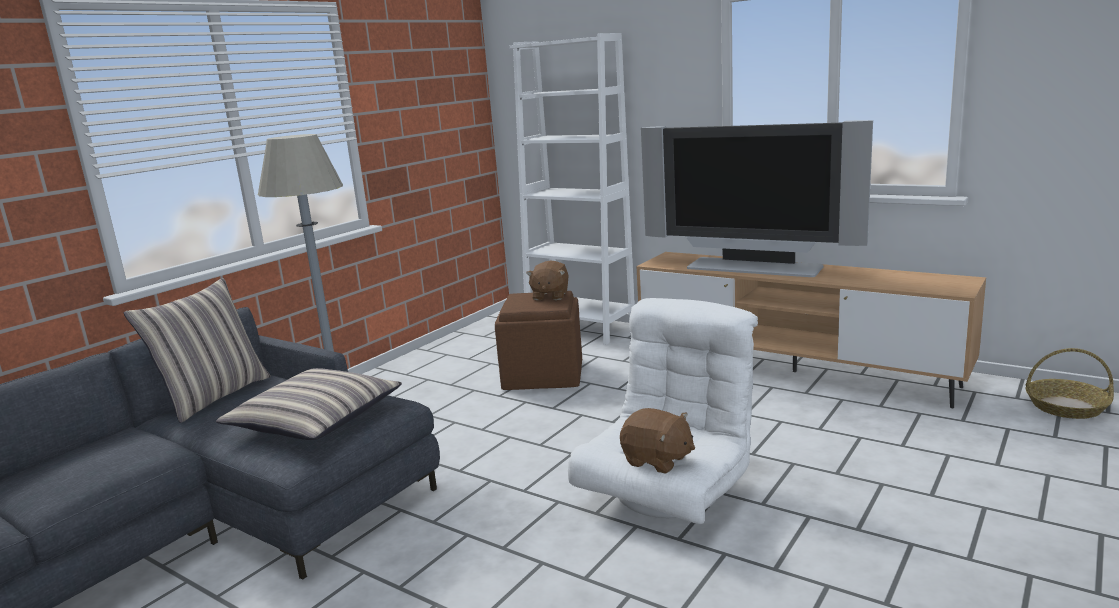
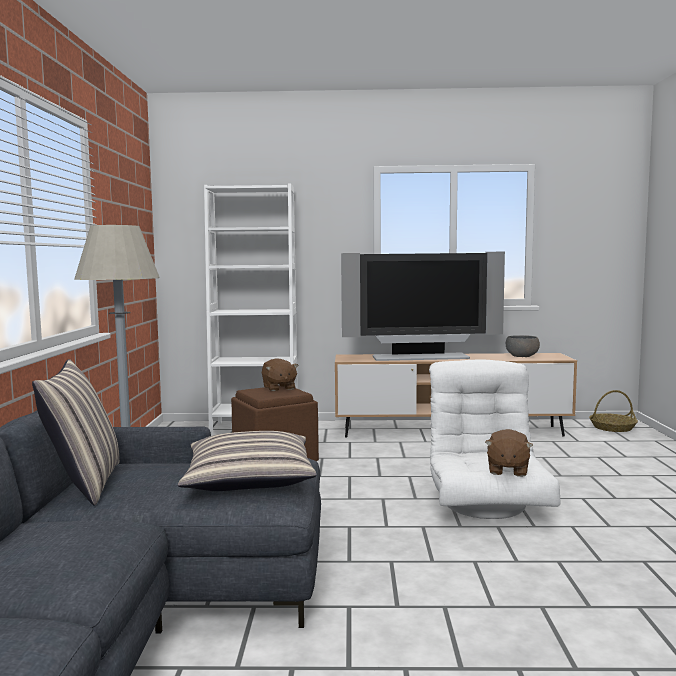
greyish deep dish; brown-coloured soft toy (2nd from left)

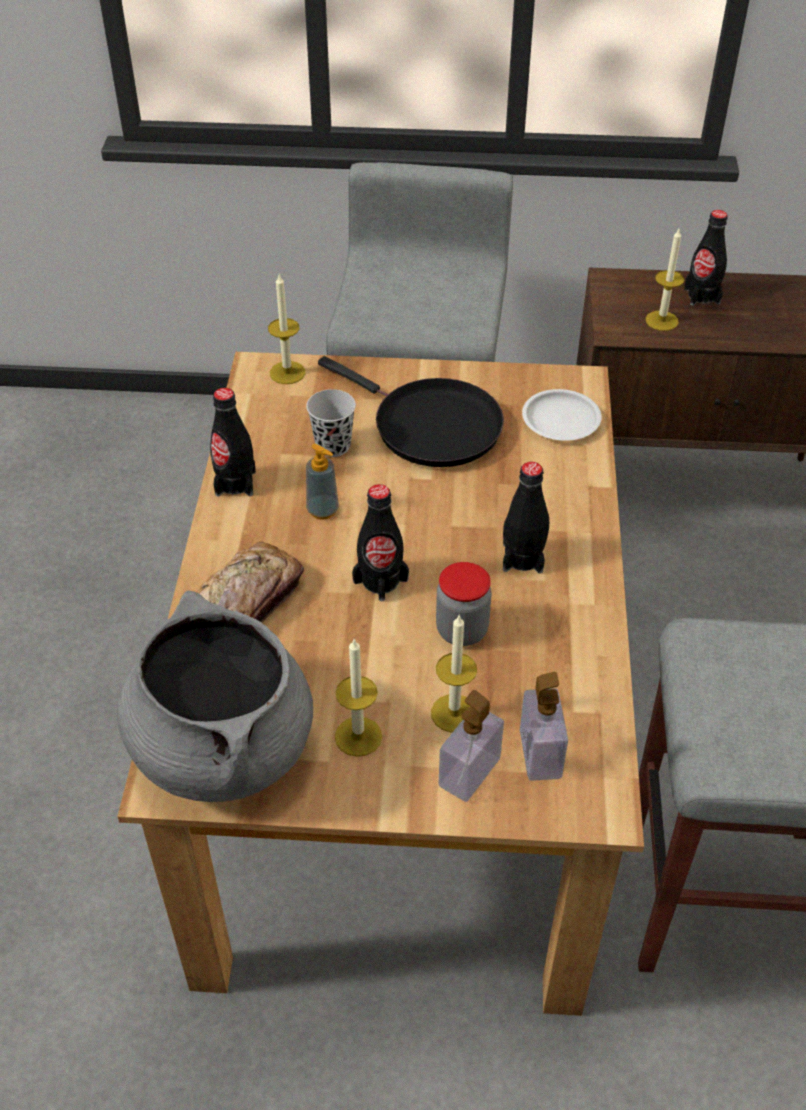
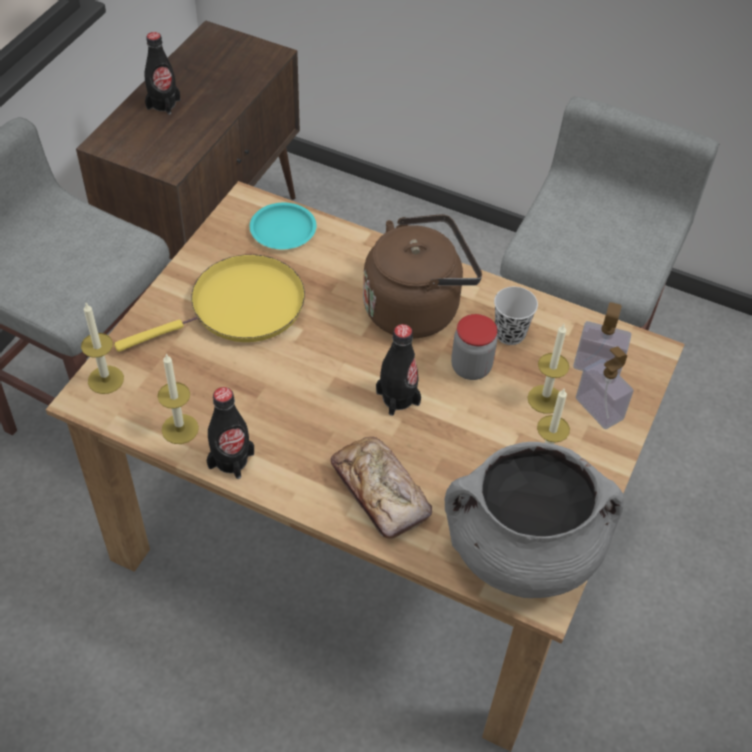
liquid soap bottle (1st from left in the first image); black-coloured cup; wax light (2nd from left); brown-coloured water kettle; yellow-coloured frying pan; blue-green plate

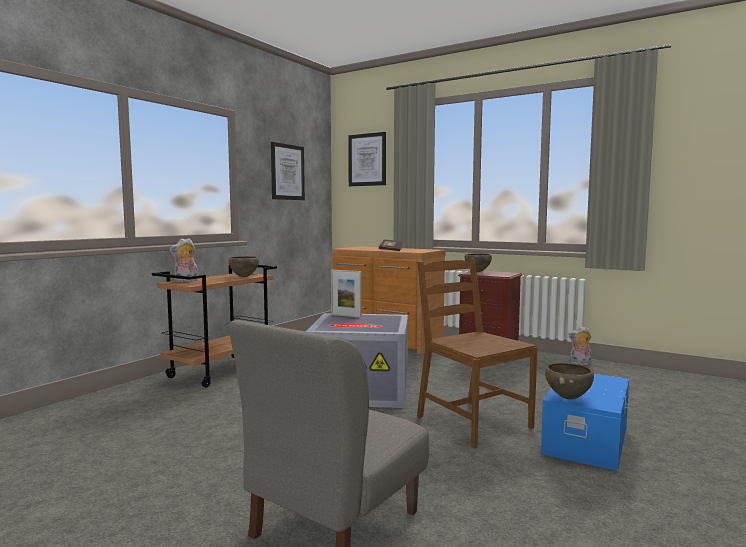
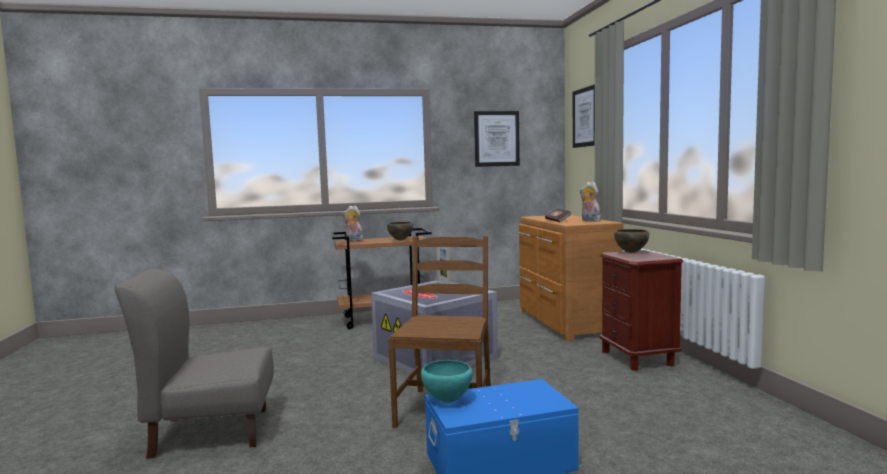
soft toy (2nd from left); blue-green deep dish

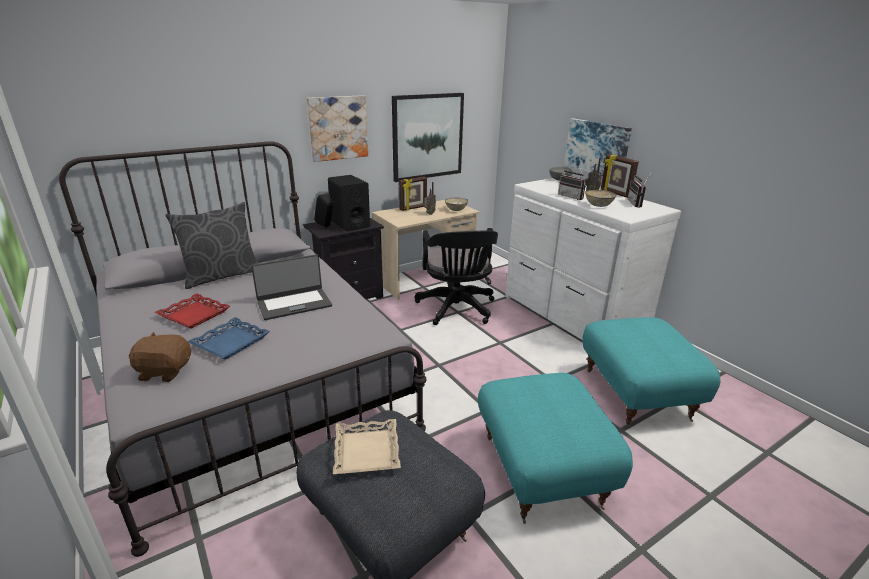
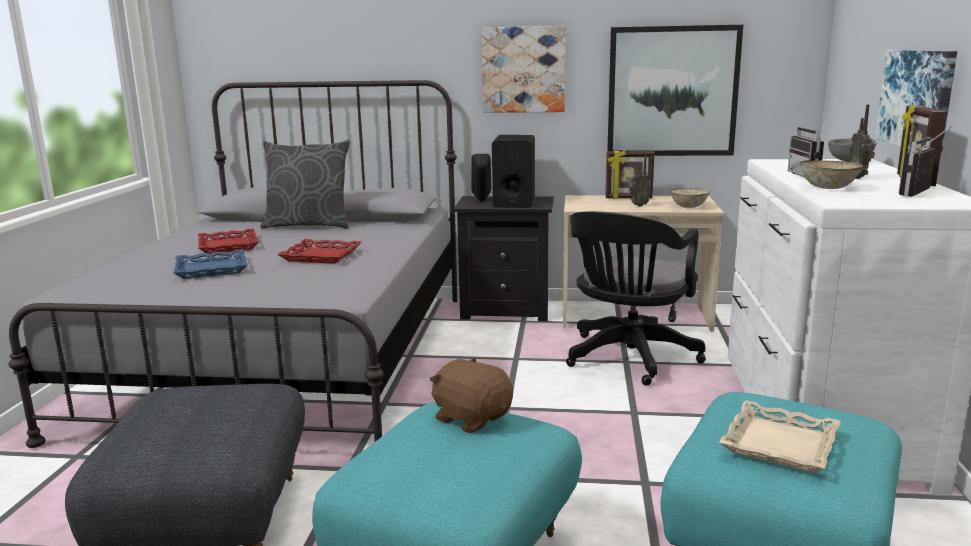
brown-coloured soft toy; sand-coloured tray; red tray (2nd from left)

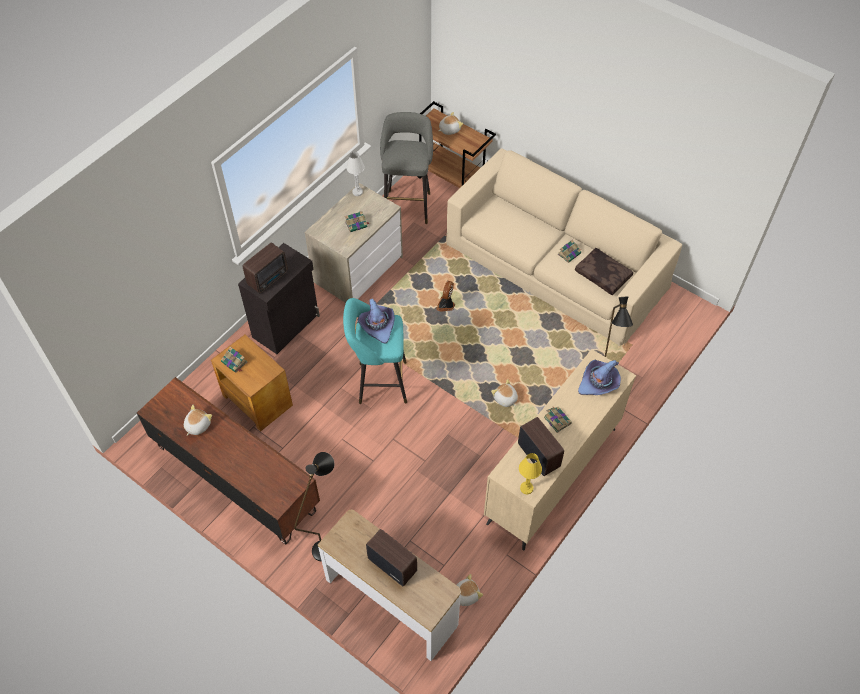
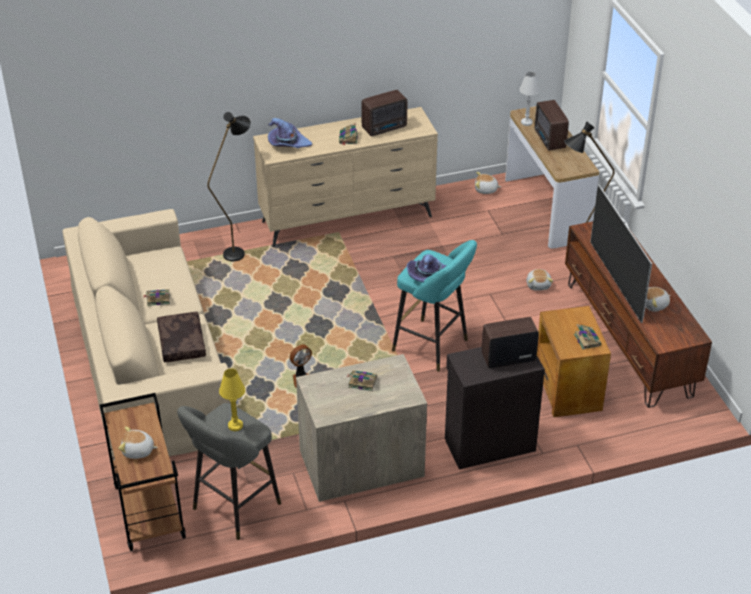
TV; whitish tabletop lamp; soft toy (3rd from left); yellow-coloured tabletop lamp; brown-coloured cushion; radio receiver (1st from left)

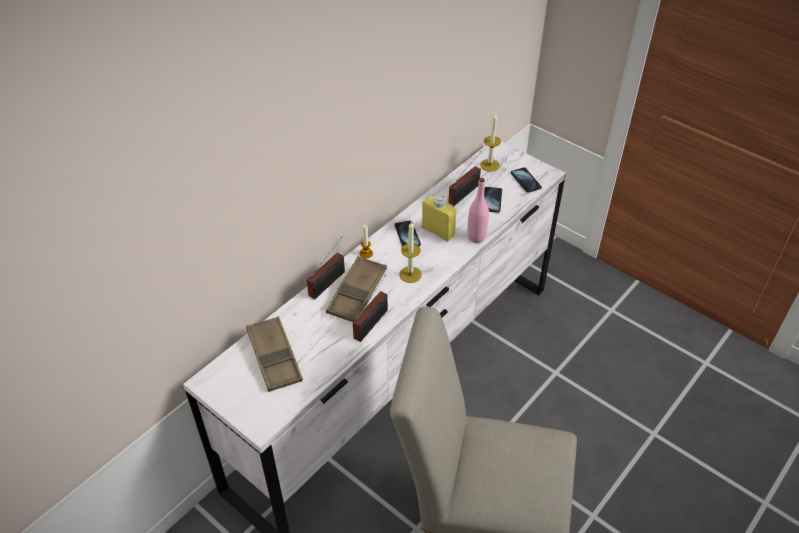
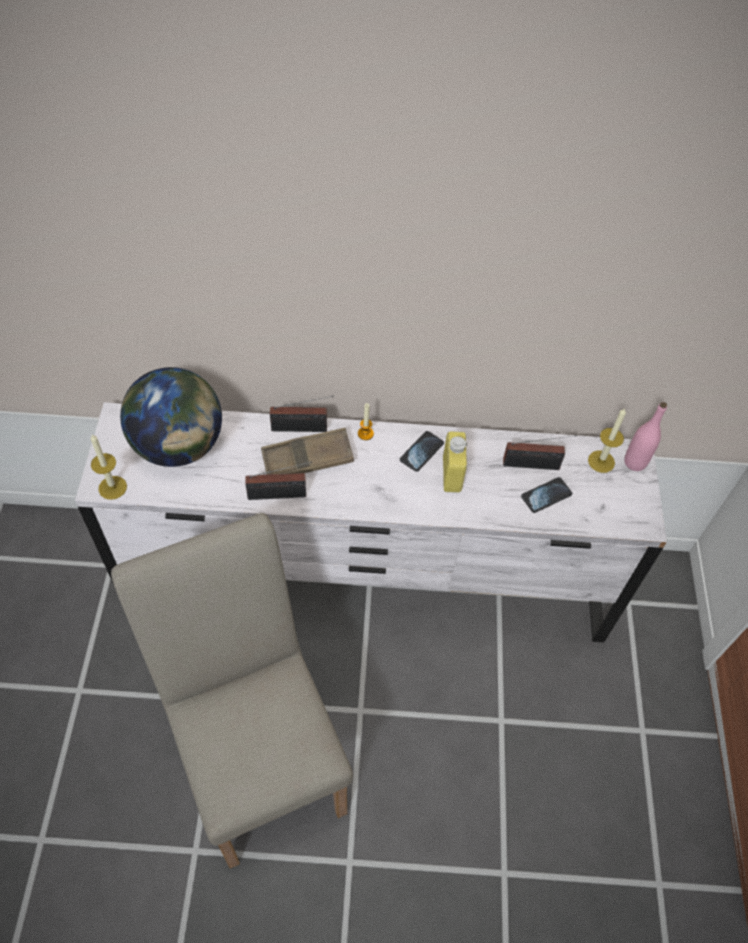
telephone (3rd from left in the first image); wax light (1st from left); pink-coloured bottle; globe

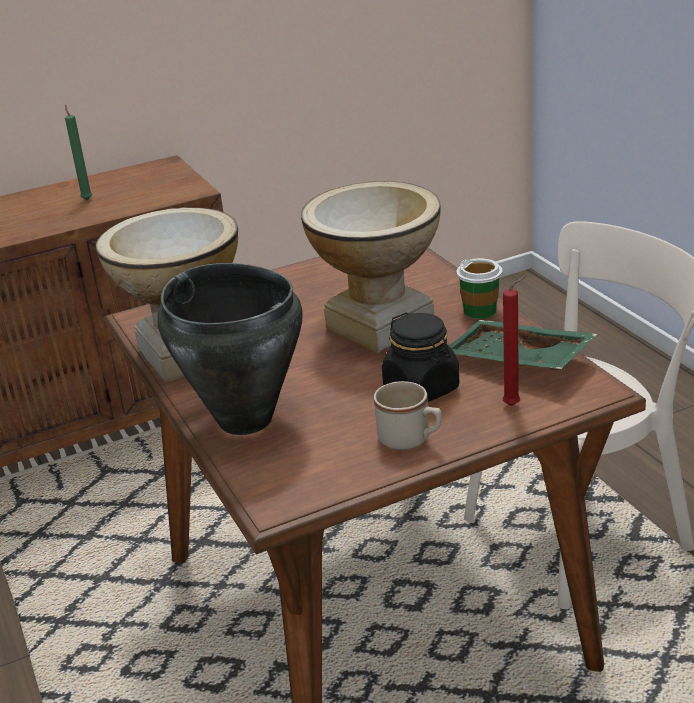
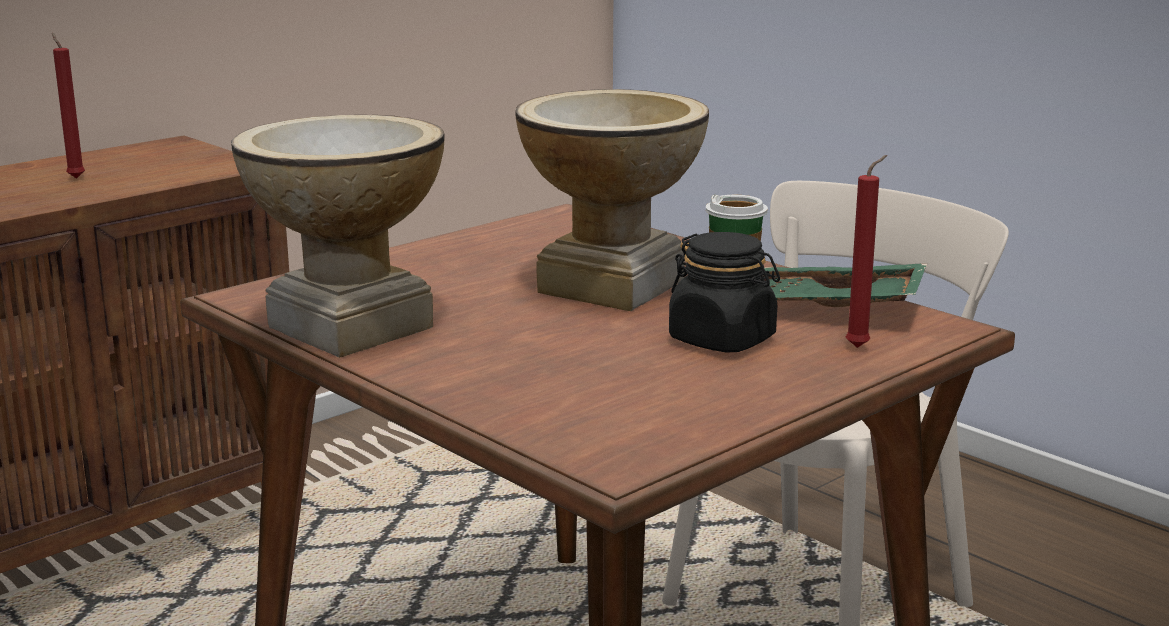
black-coloured cooking pot; sand-coloured coffee mug; red wax light (1st from left)

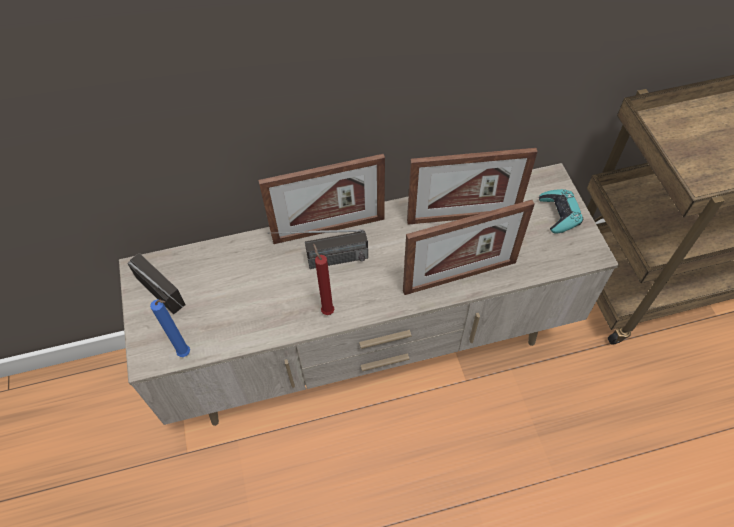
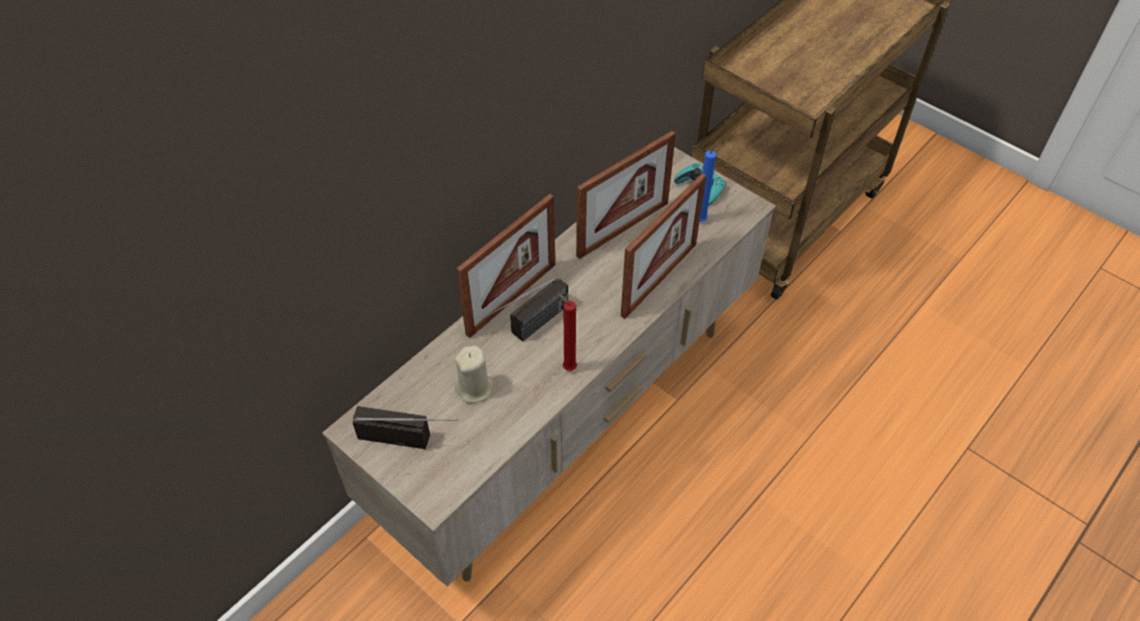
sand-coloured wax light; blue-coloured wax light

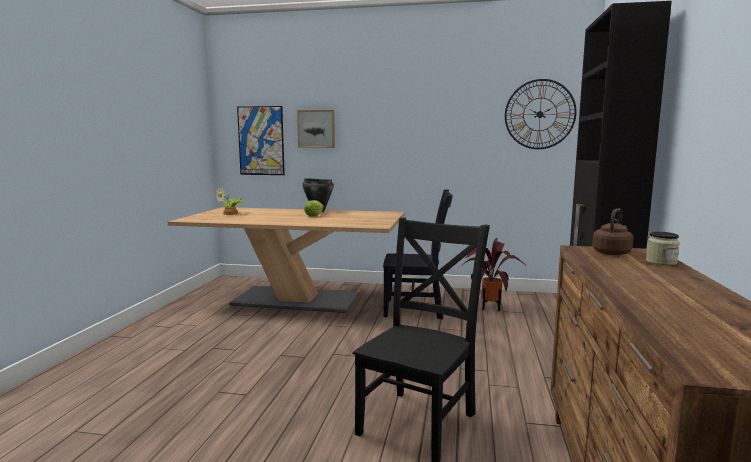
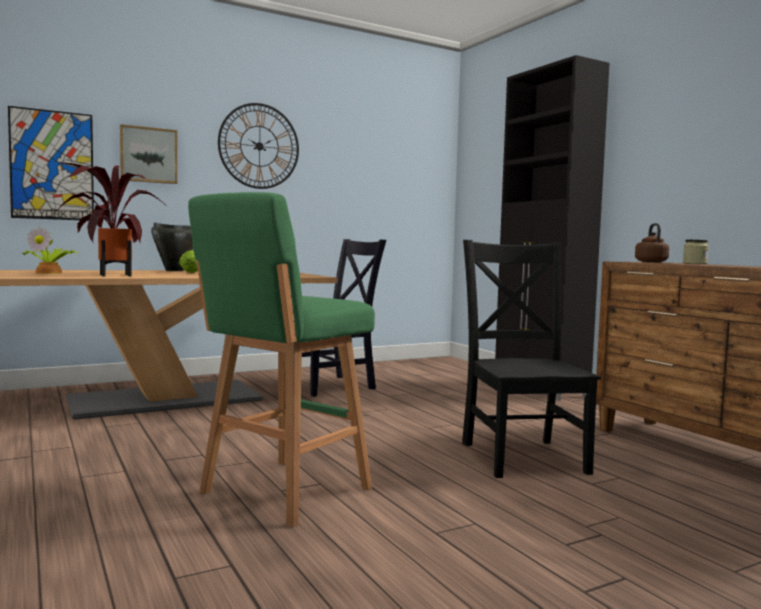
greenish stool; houseplant (2nd from left); wall clock

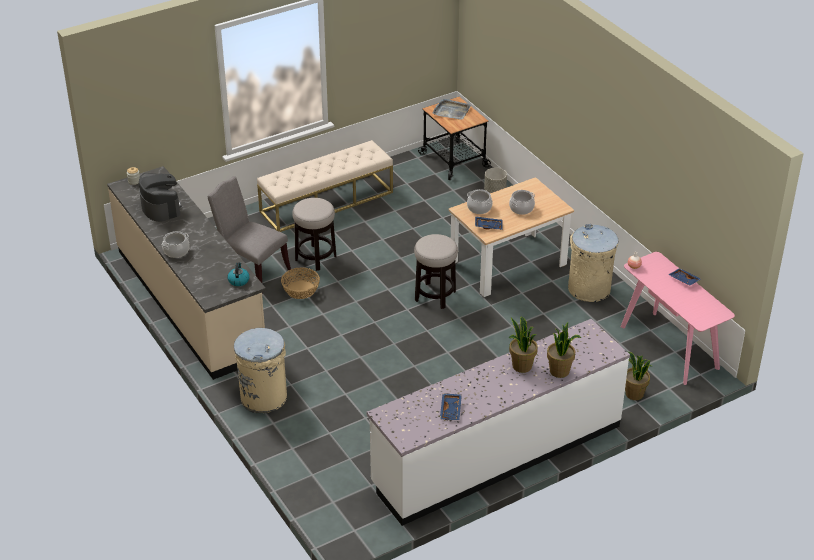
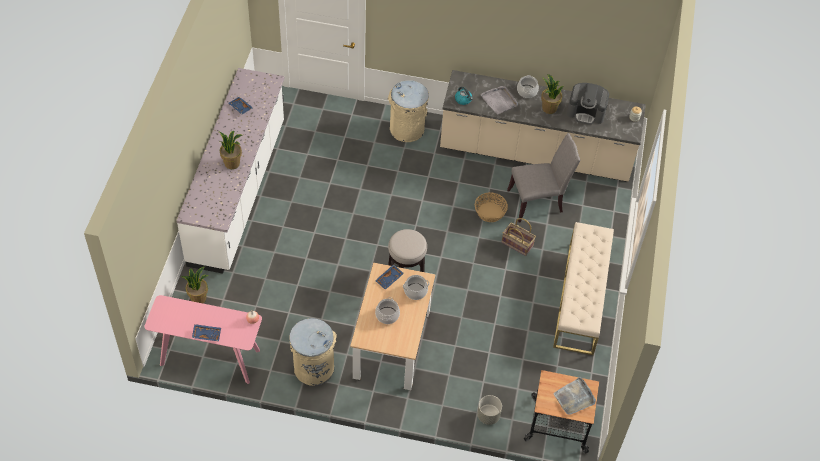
greyish tray (1st from left); houseplant (3rd from left); basket (2nd from left)

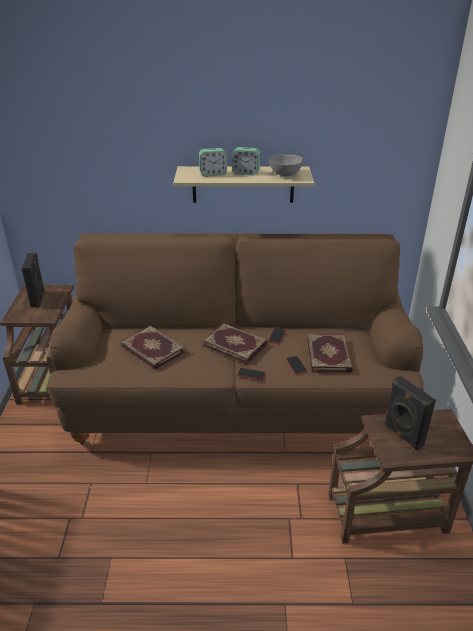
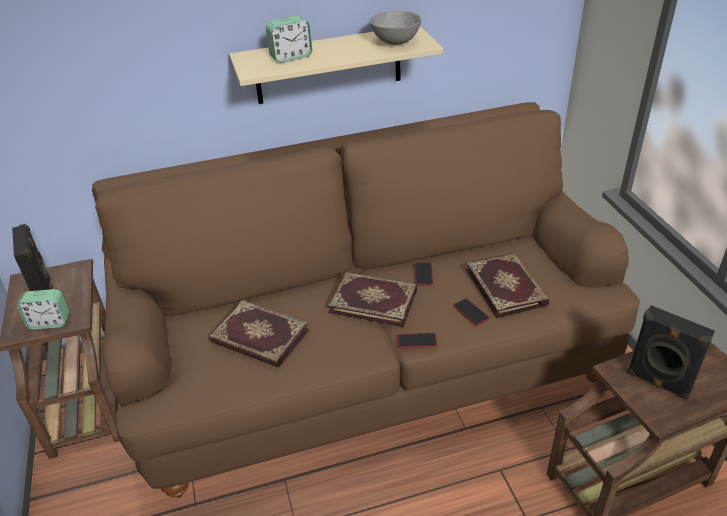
table clock (1st from left)

